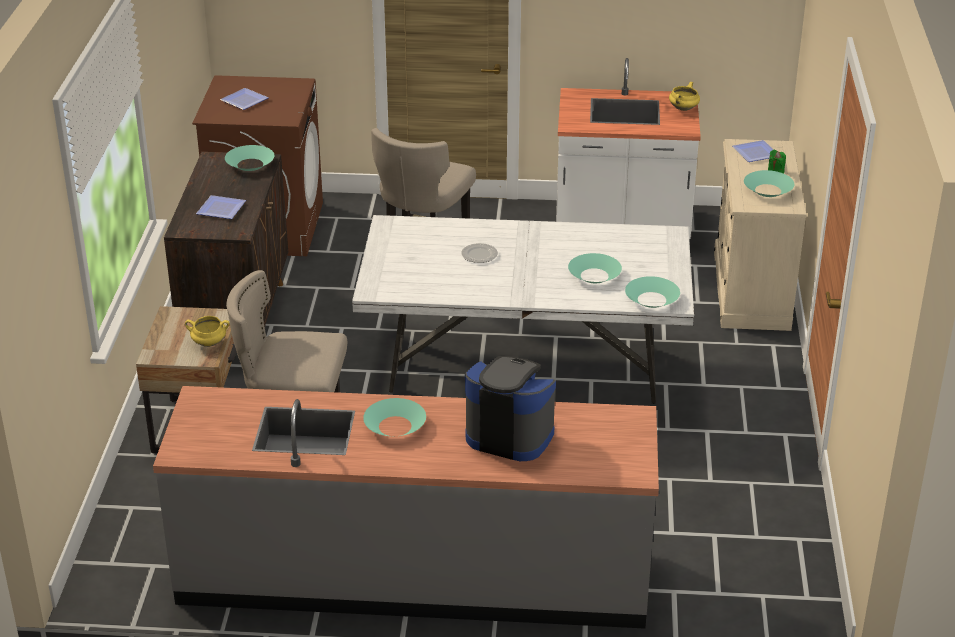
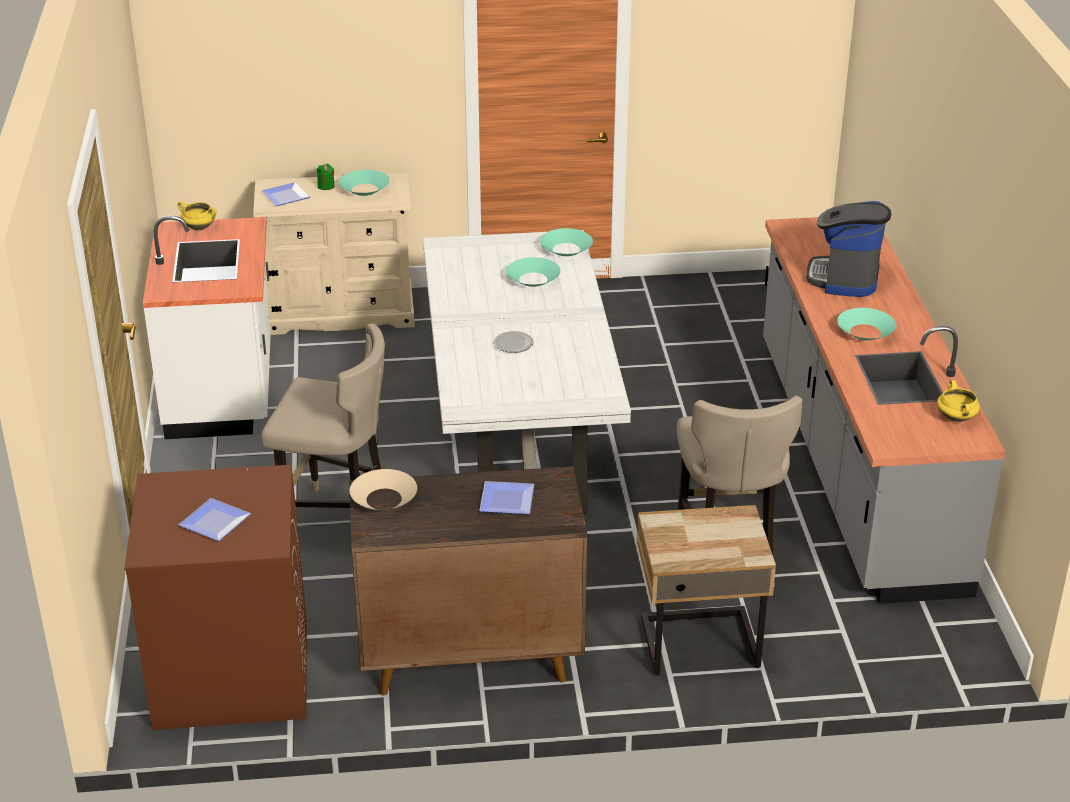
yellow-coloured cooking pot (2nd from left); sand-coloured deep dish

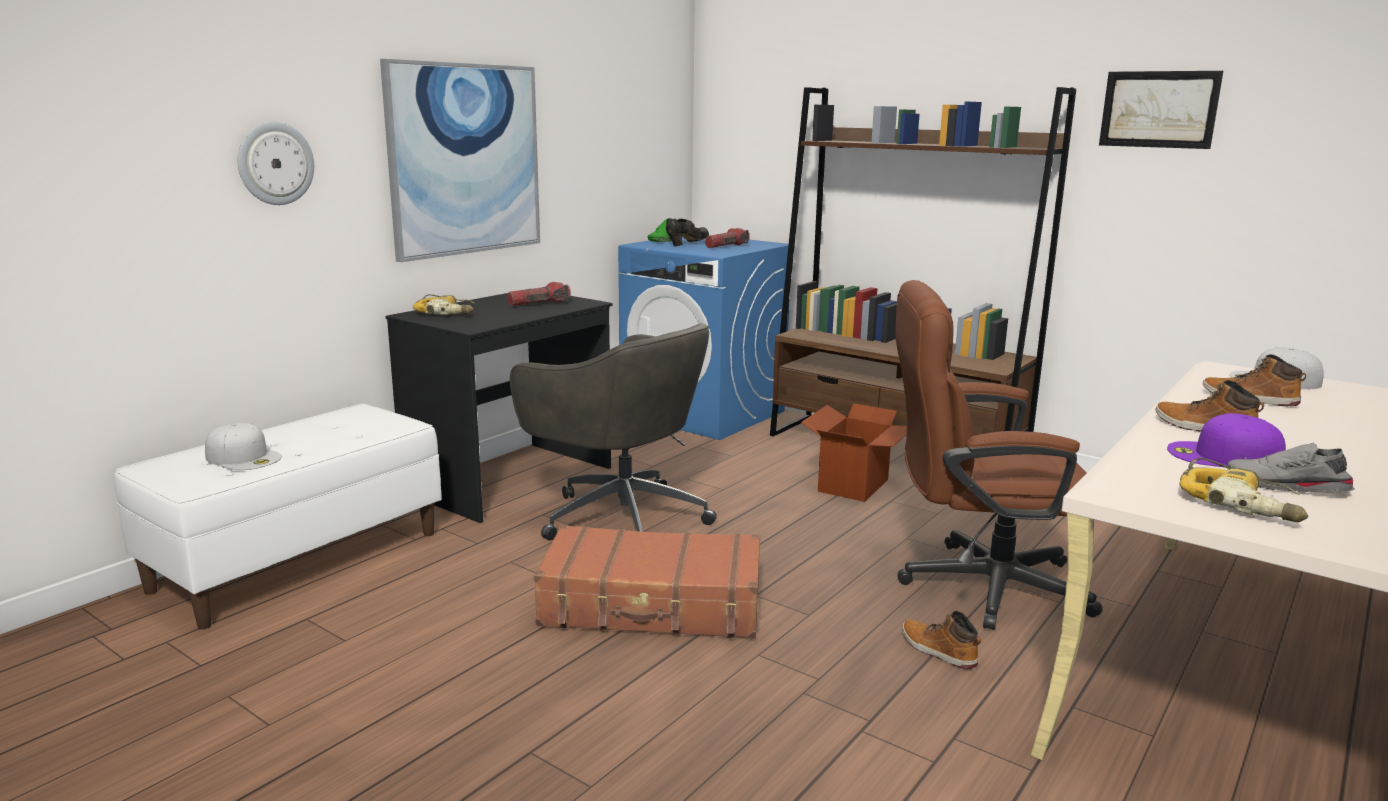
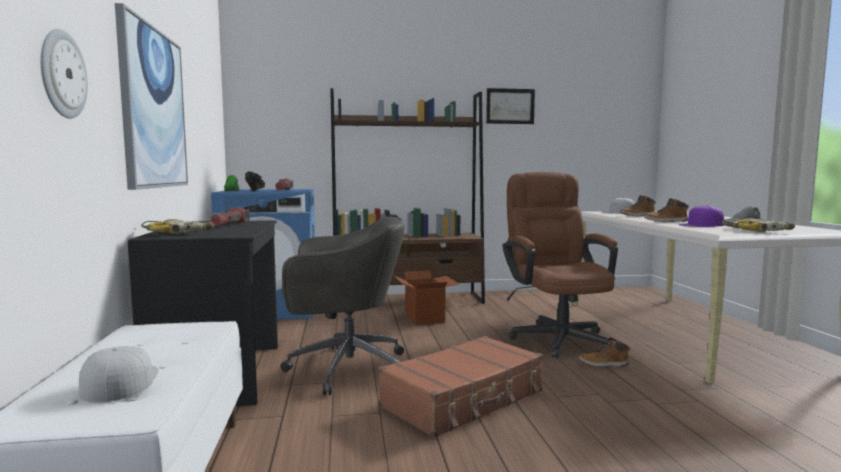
whitish baseball cap (1st from left); brown-coloured office chair

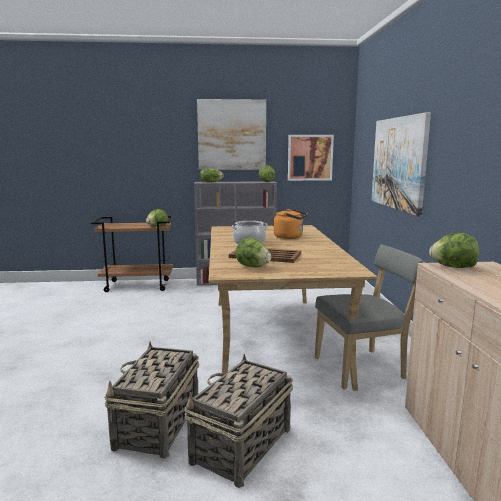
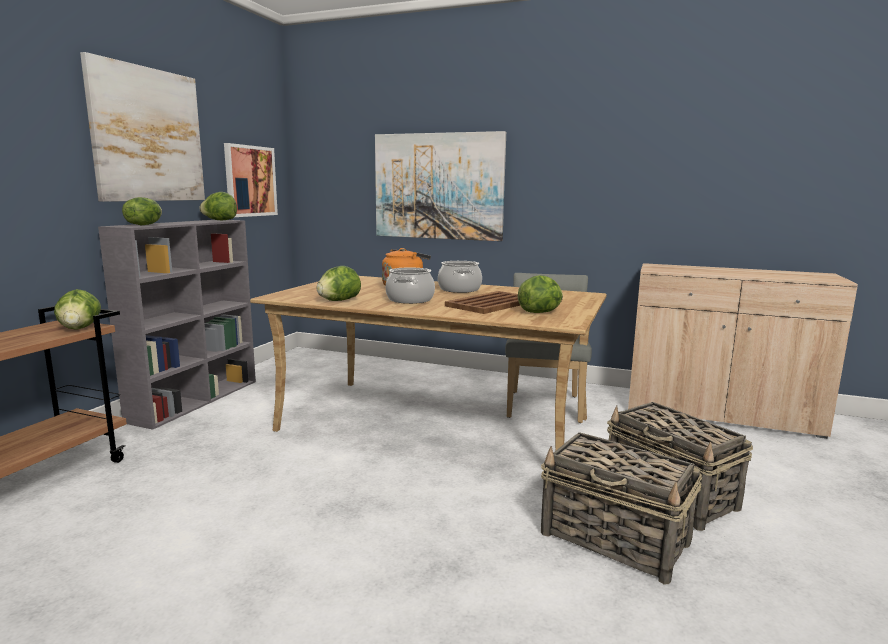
cooking pot (2nd from left); lettuce head (4th from left)

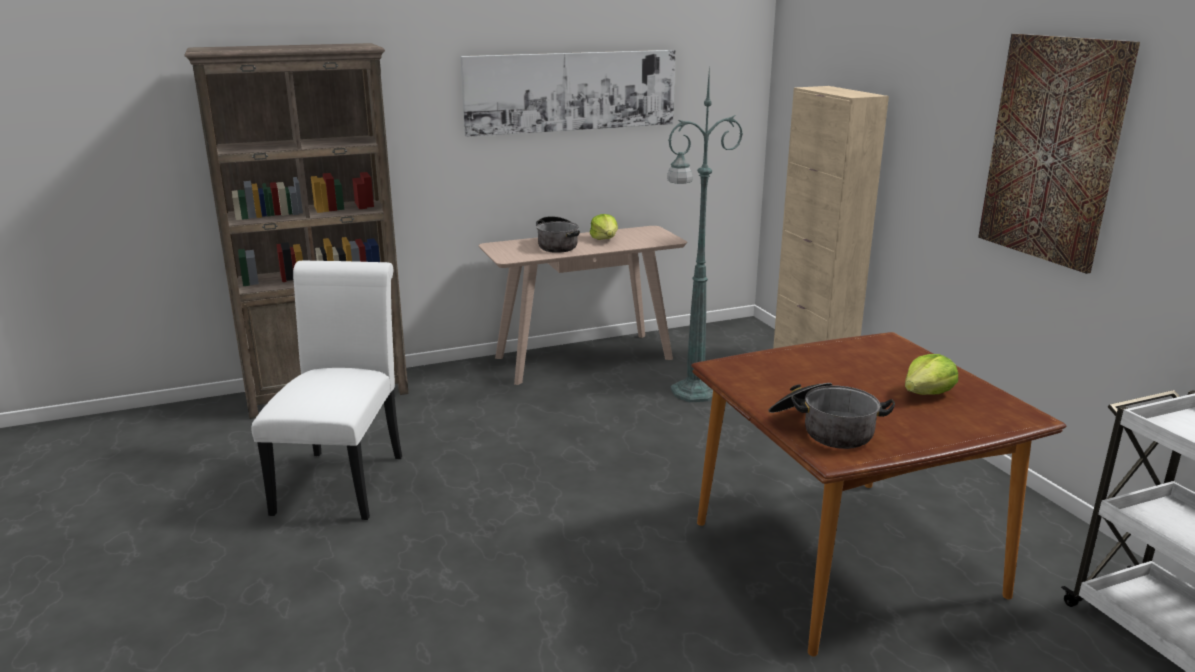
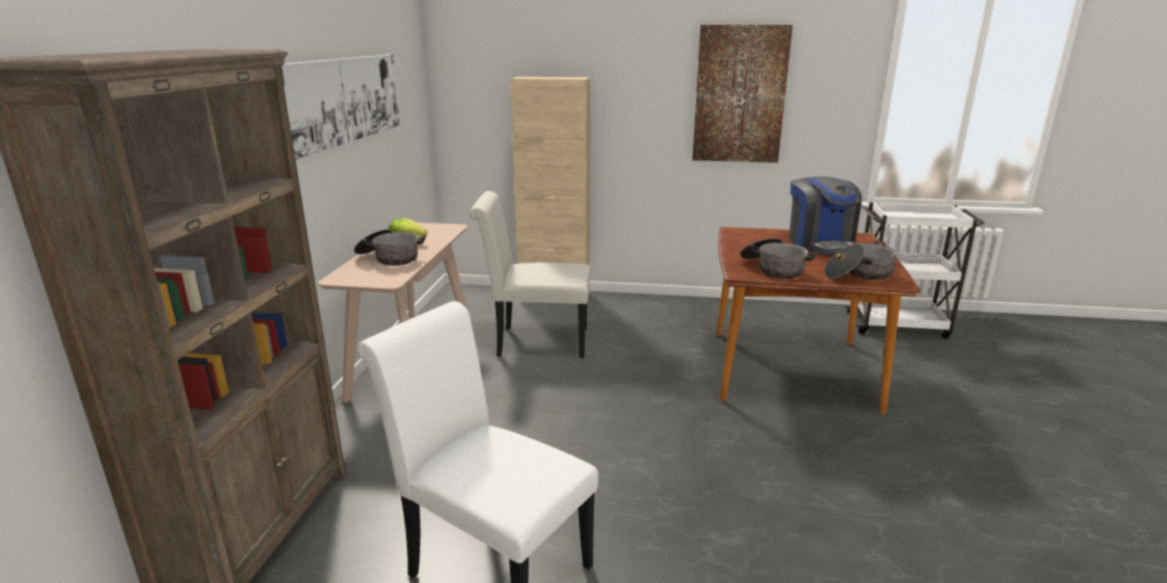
cooking pot (2nd from left); whitish plain chair (2nd from left); coffee brewer

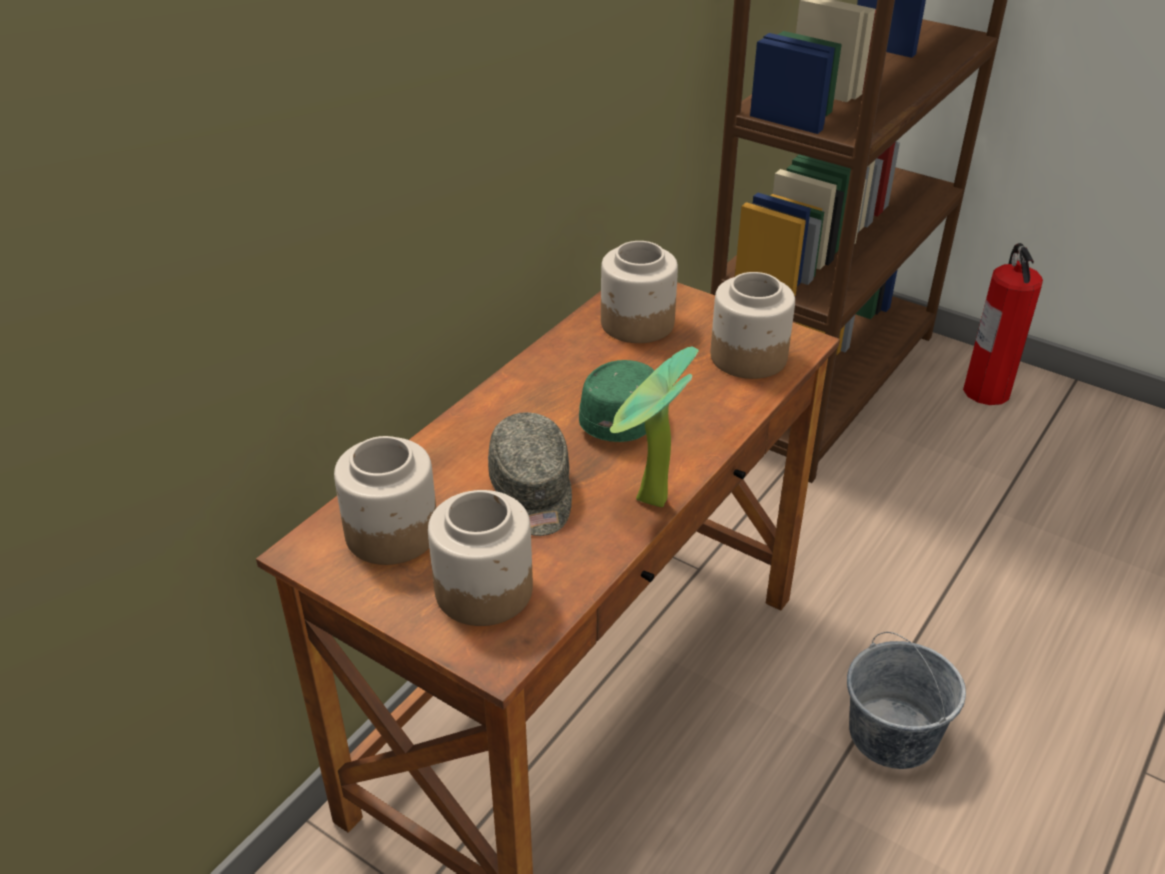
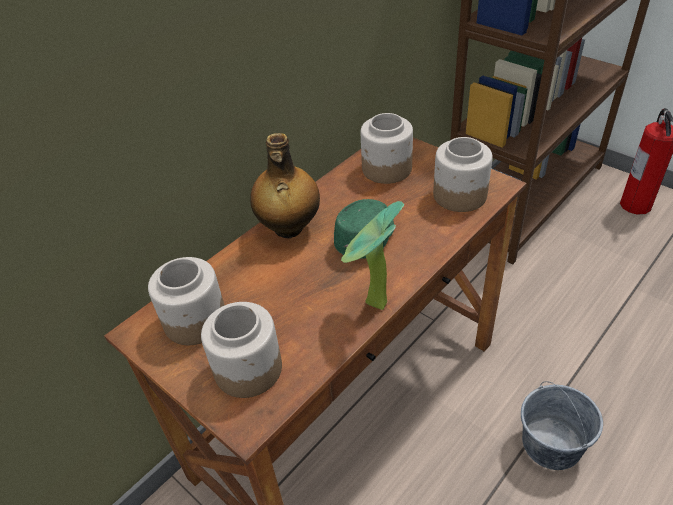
greyish baseball cap; bottle

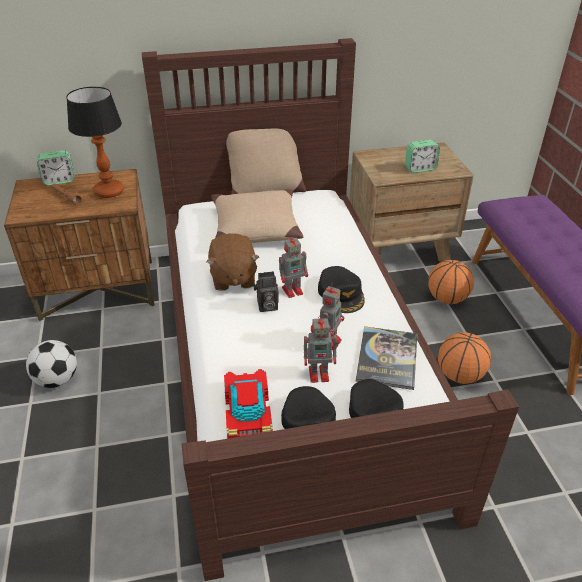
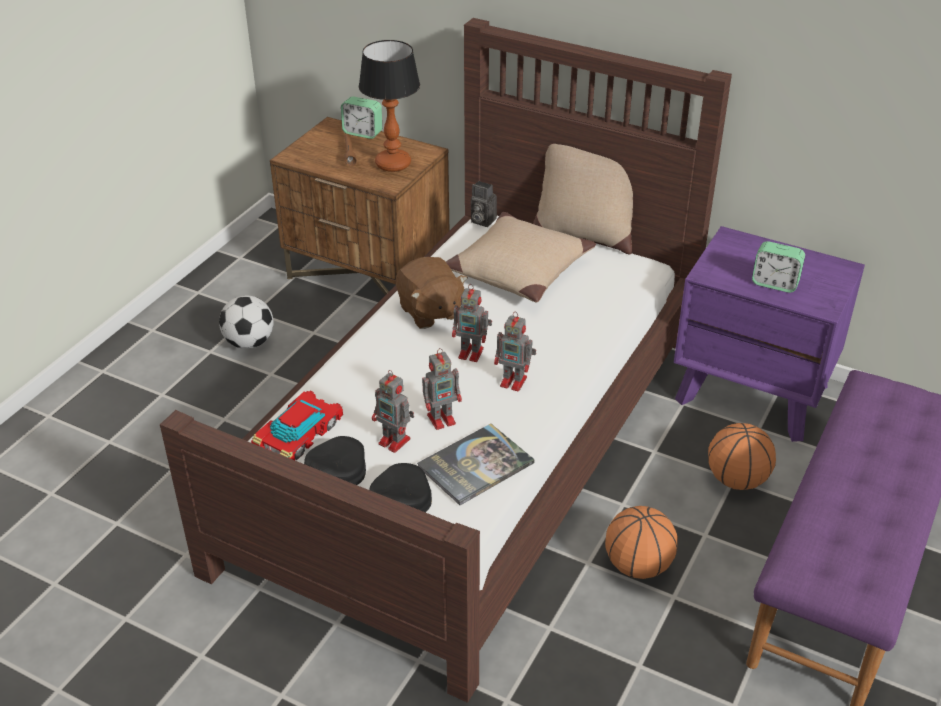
photo camera; model robot (4th from left); purplish night table; brown-coloured soft toy

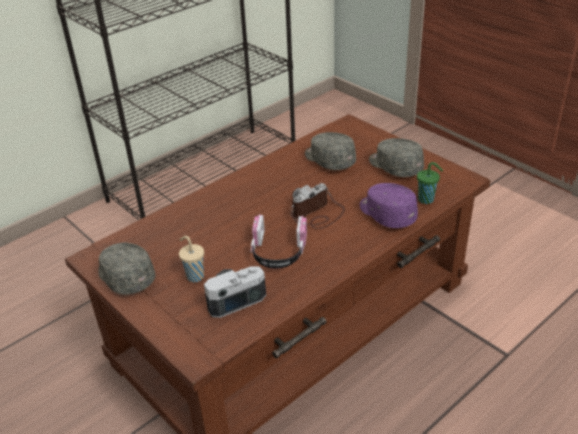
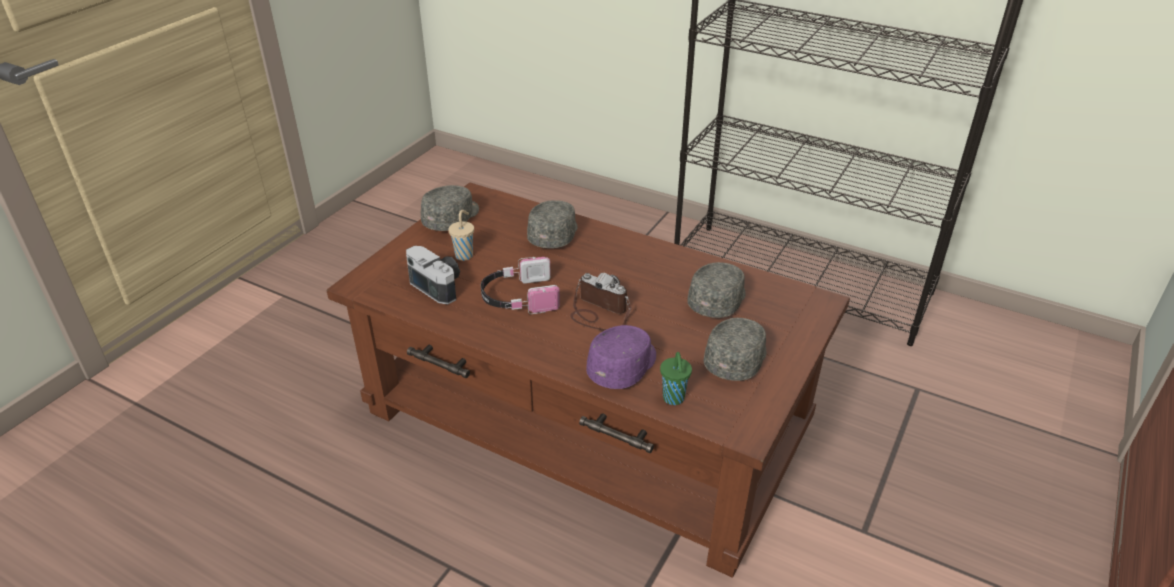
greyish baseball cap (2nd from left)

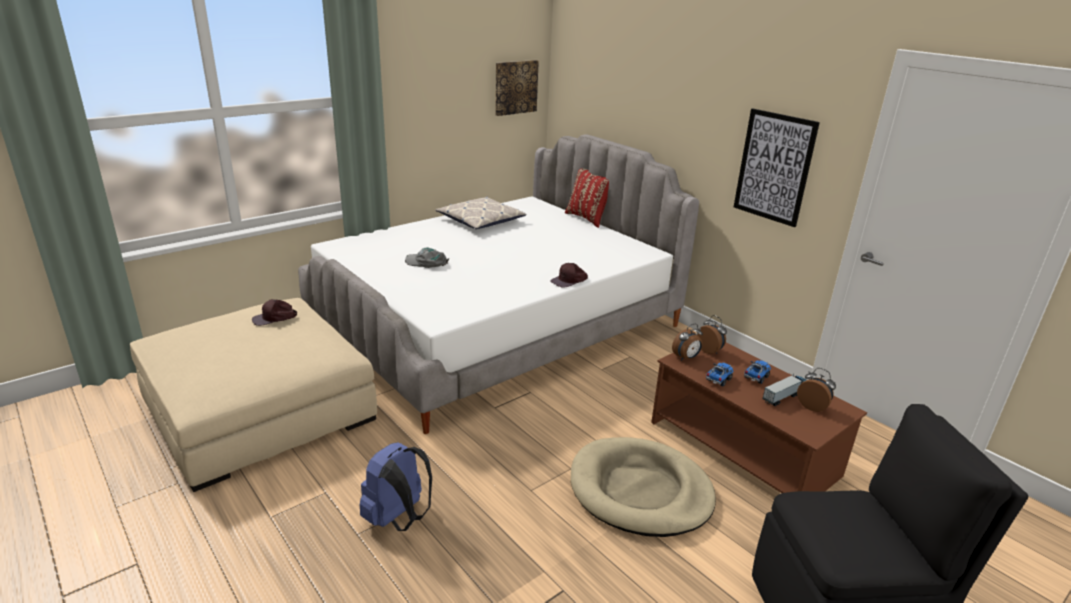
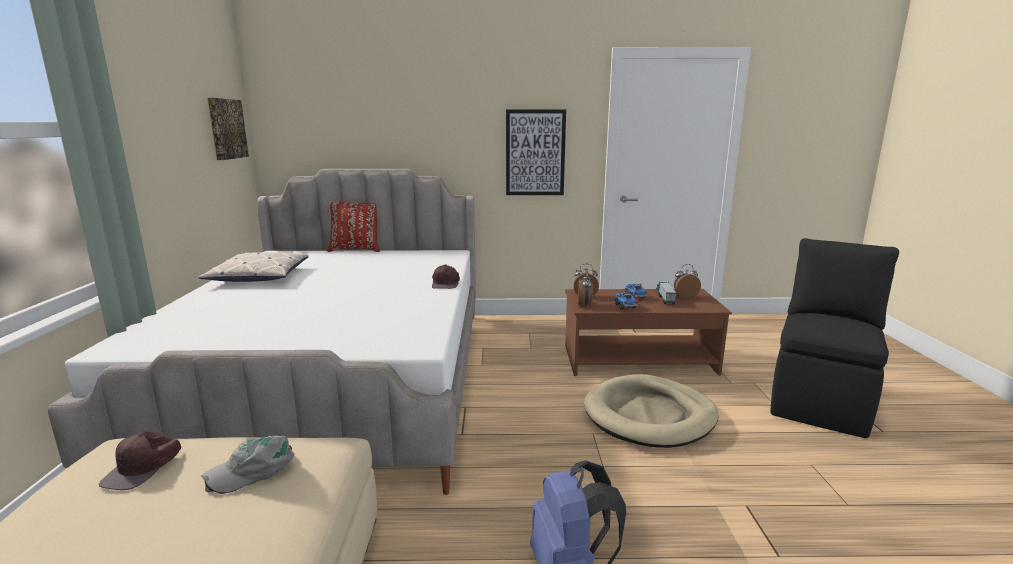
greyish baseball cap

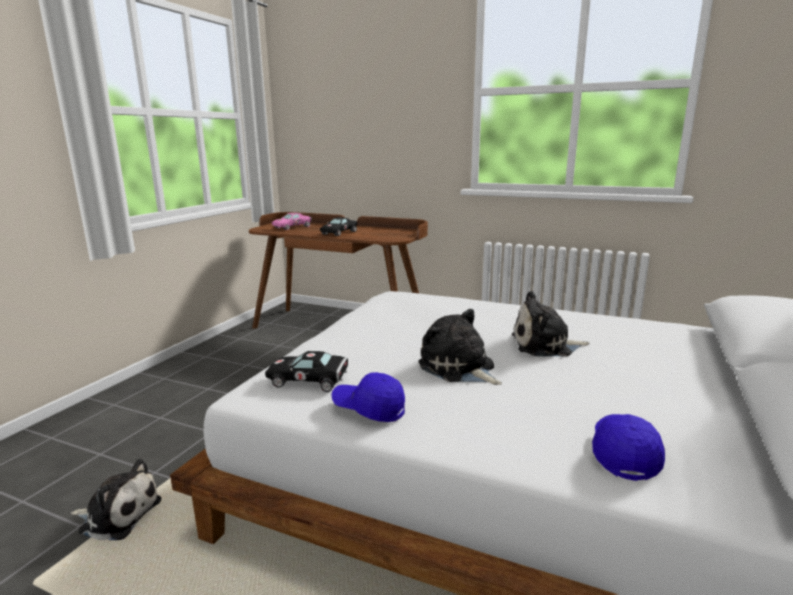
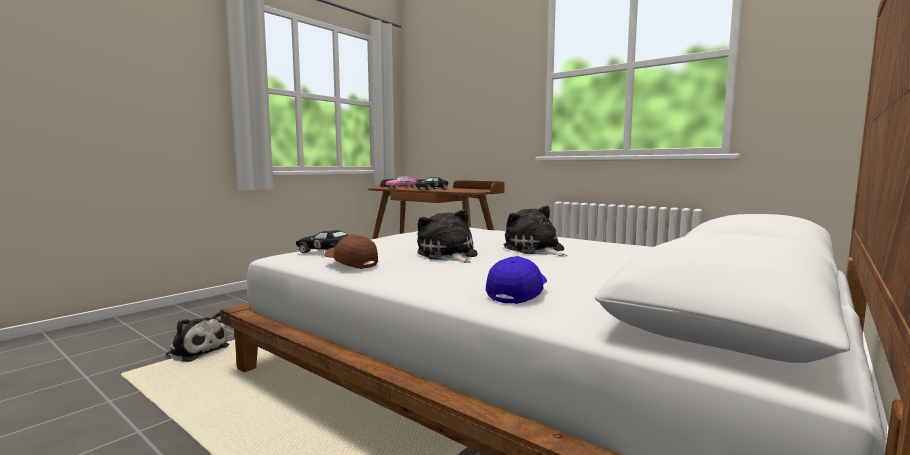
brown-coloured baseball cap; soft toy (3rd from left)

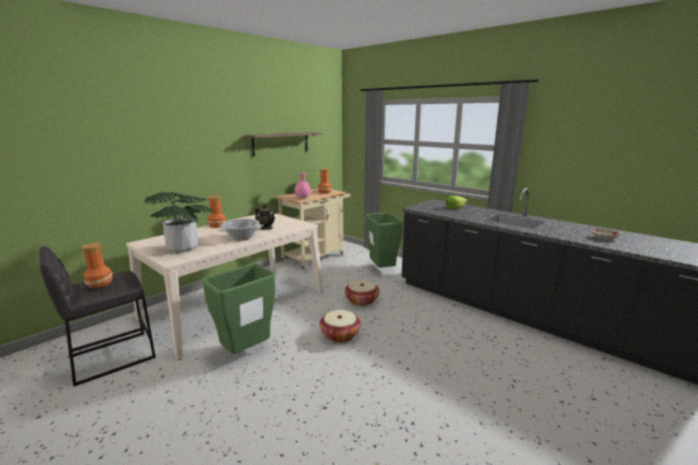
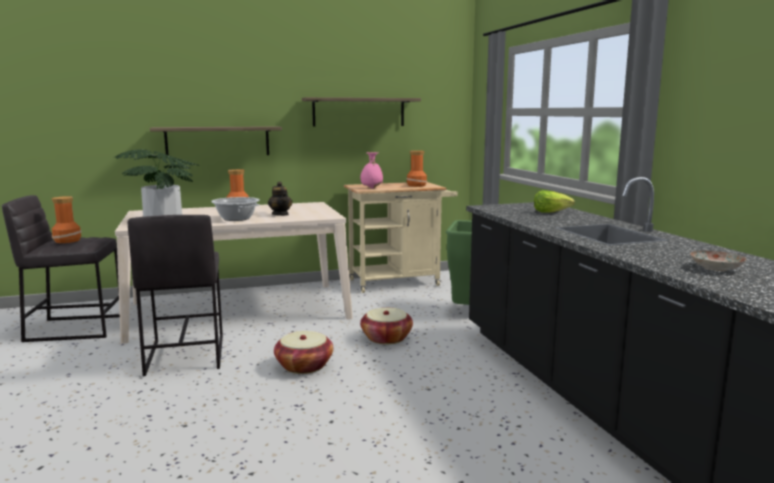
wall shelf (1st from left); greyish stool (2nd from left)

